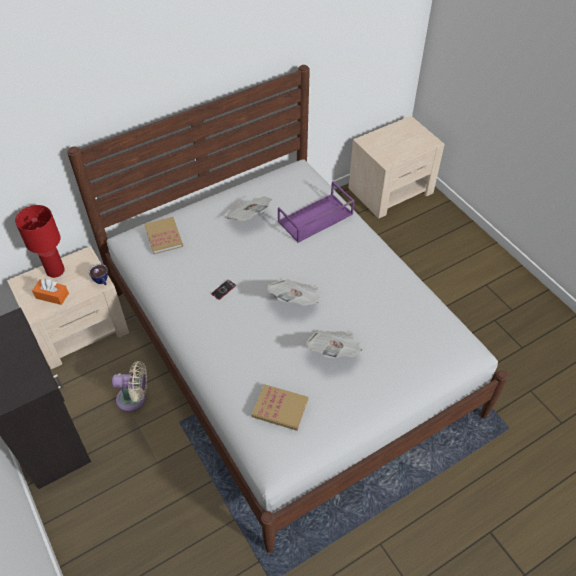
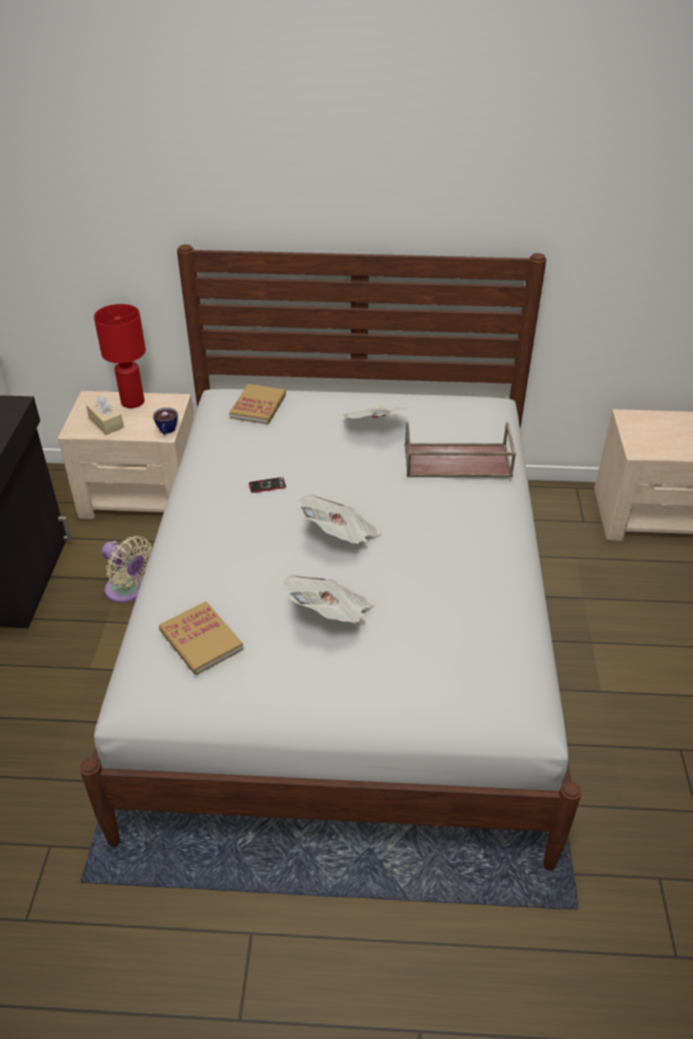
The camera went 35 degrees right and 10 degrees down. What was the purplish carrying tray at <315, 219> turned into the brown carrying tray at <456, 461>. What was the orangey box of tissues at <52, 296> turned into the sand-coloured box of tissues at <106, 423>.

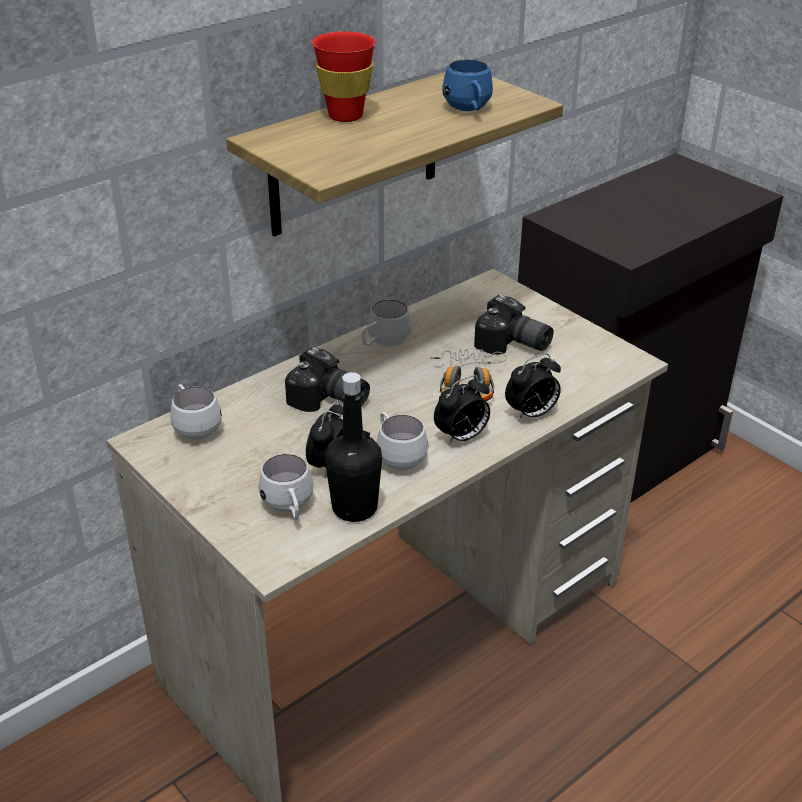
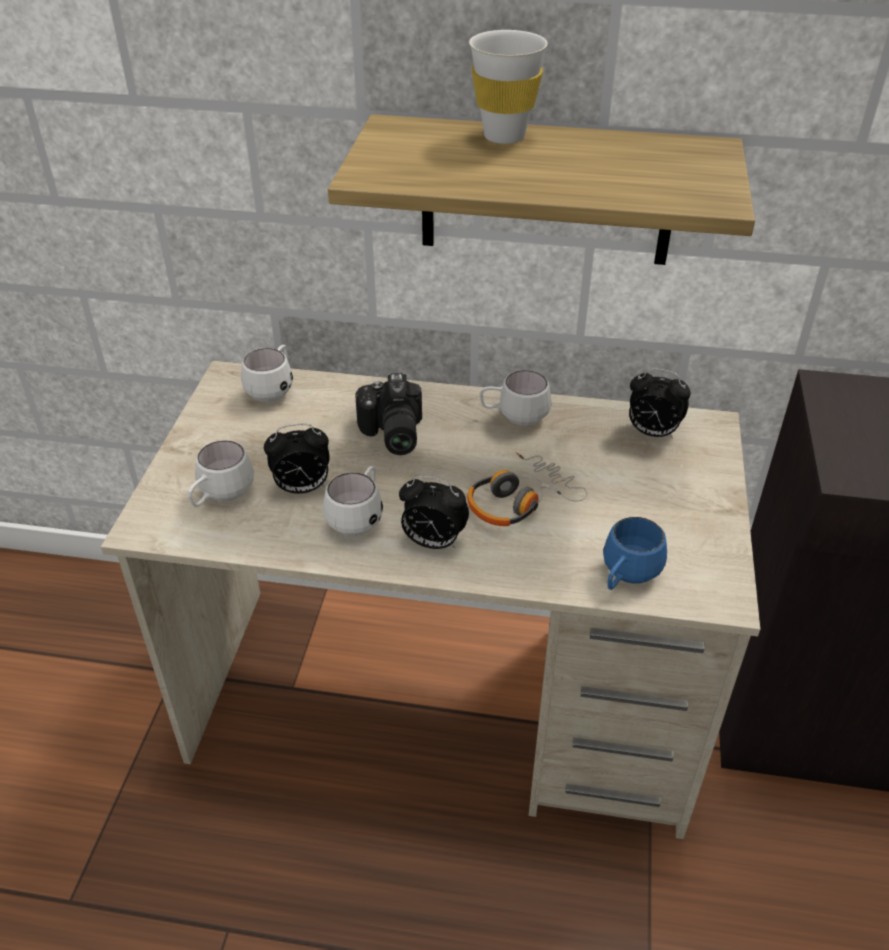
The camera went 50 degrees right and 5 degrees up. What was the red-coloured small cup at <345, 116> turned into the whitish small cup at <504, 136>. The bluish tea mug ended up elsewhere, having gone from <469, 110> to <626, 577>. The second view lost the photo camera at <512, 345>. The alarm clock ended up elsewhere, having gone from <531, 414> to <652, 433>. The second view lost the blackish bottle at <354, 508>.

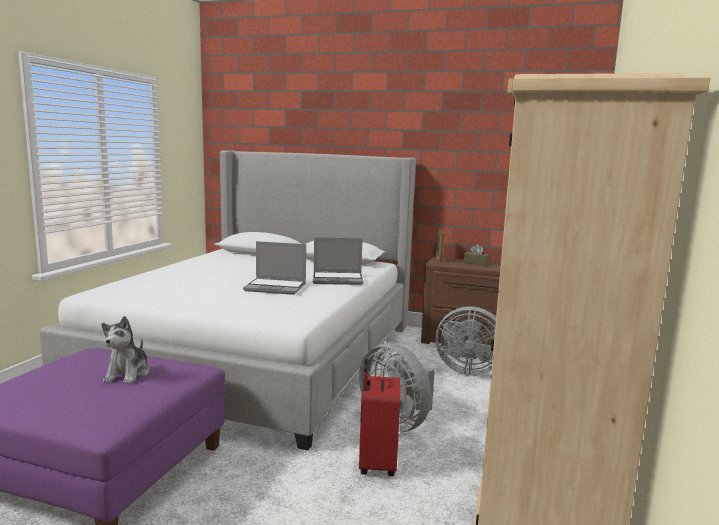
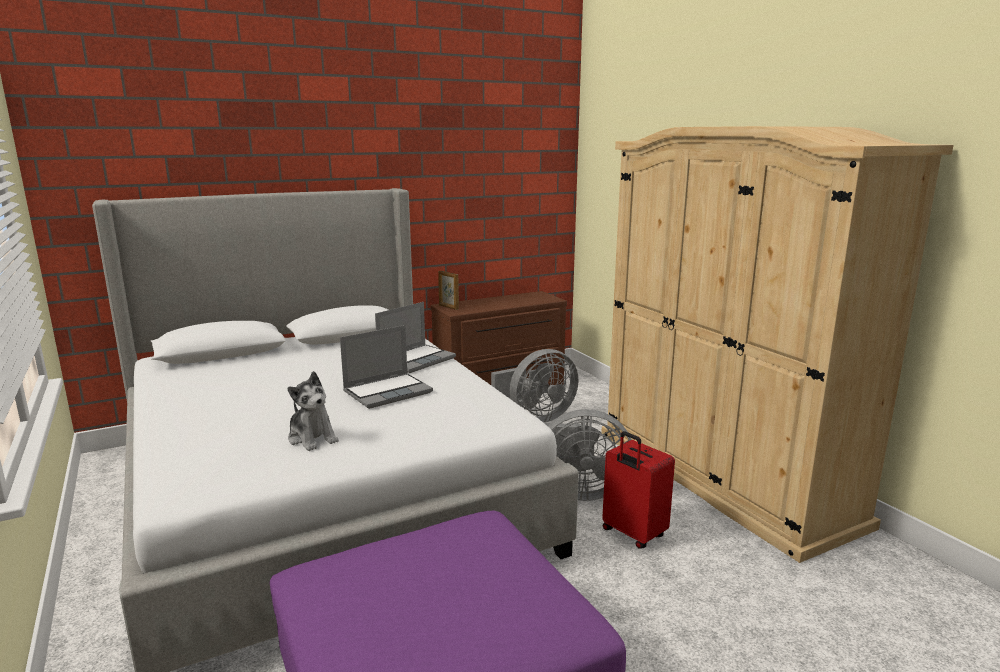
The camera went 45 degrees left and 5 degrees up. The second view lost the brown box of tissues at <476, 263>. The cuddly toy ended up elsewhere, having gone from <128, 374> to <312, 438>.

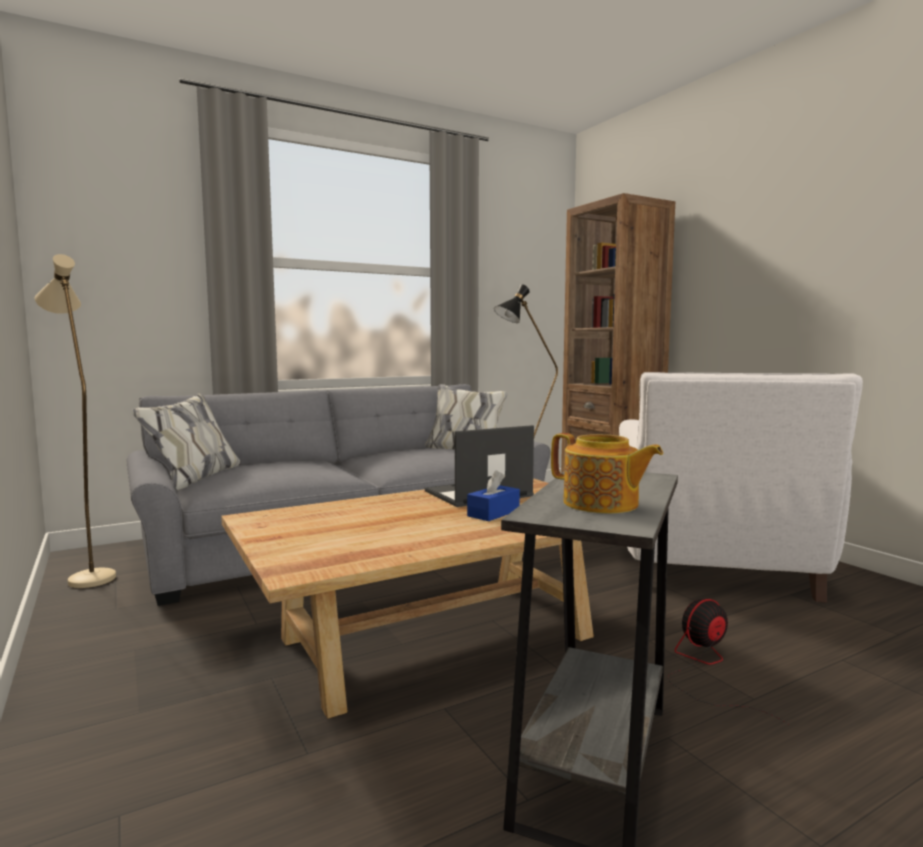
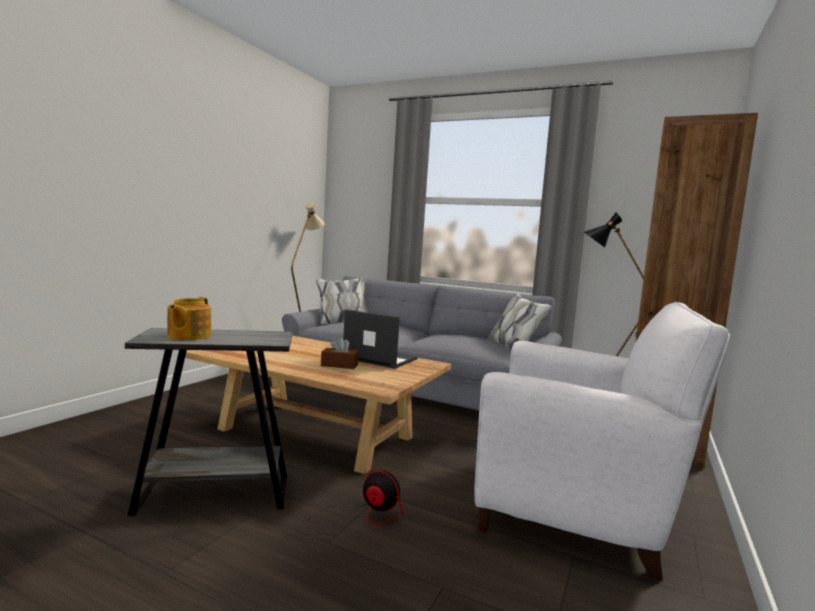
The camera went 55 degrees right and 0 degrees up. The whitish easy chair at <714, 569> ended up facing another way, 135 degrees counterclockwise from before. What was the bluish box of tissues at <493, 513> turned into the brown box of tissues at <339, 365>.

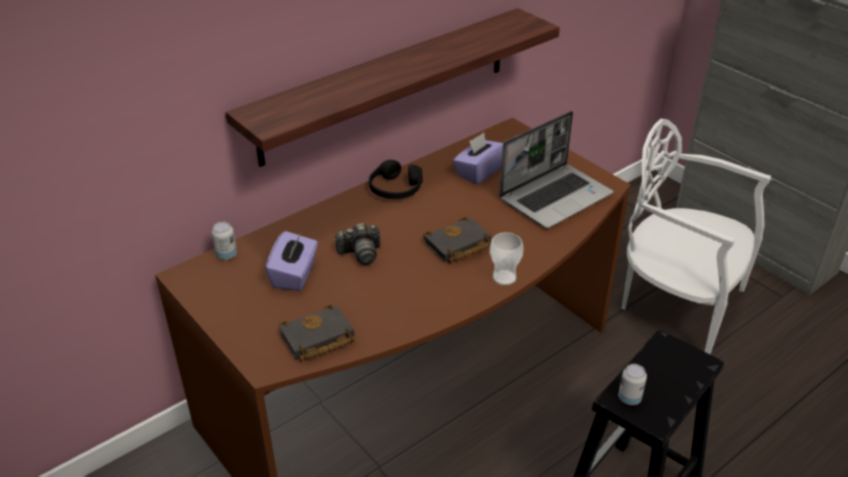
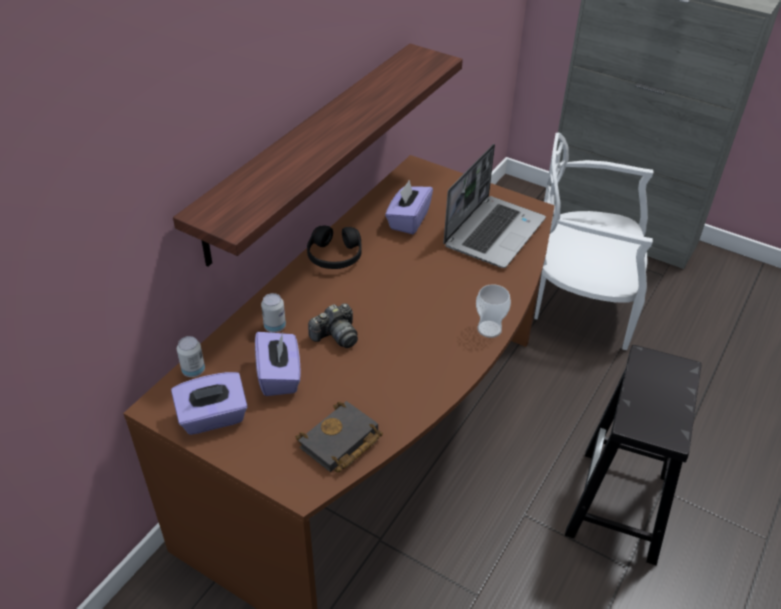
The camera went 20 degrees left and 5 degrees up. The second view lost the blackish bound book at <457, 246>. The sealed can ended up elsewhere, having gone from <629, 398> to <275, 327>. The second view gained the purplish box of tissues at <213, 418>.

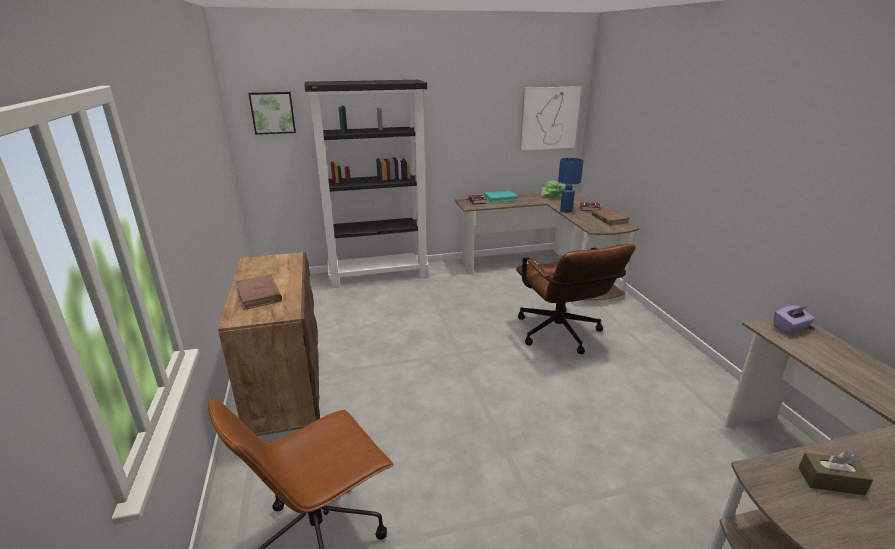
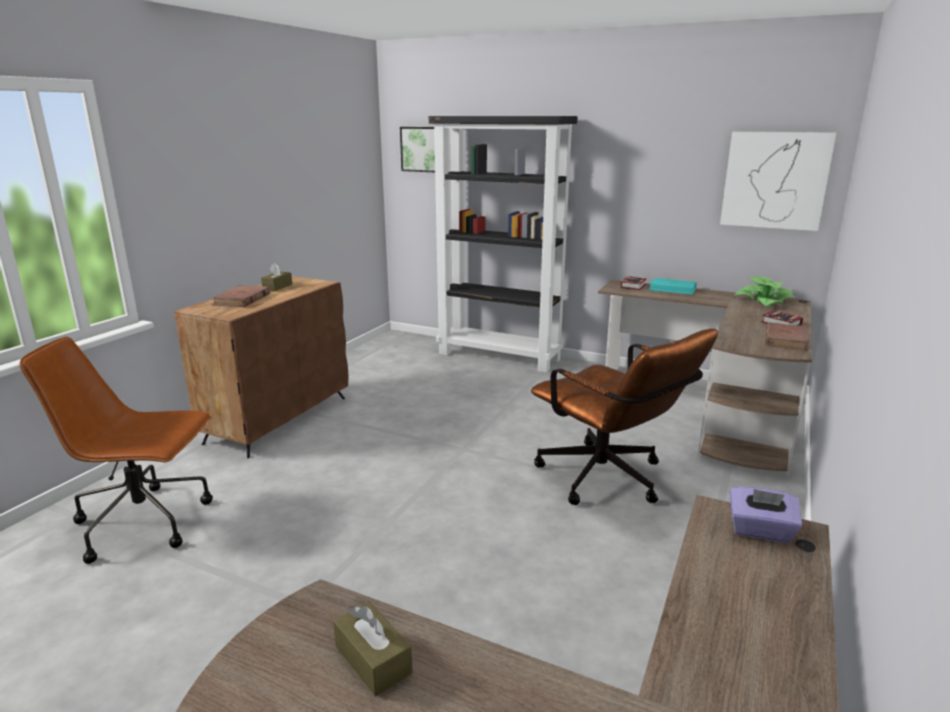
The camera went 40 degrees right and 5 degrees down. The second view lost the bluish table lamp at <566, 211>. The brown computer chair at <561, 336> ended up facing another way, 60 degrees counterclockwise from before. The second view gained the brown box of tissues at <277, 287>.

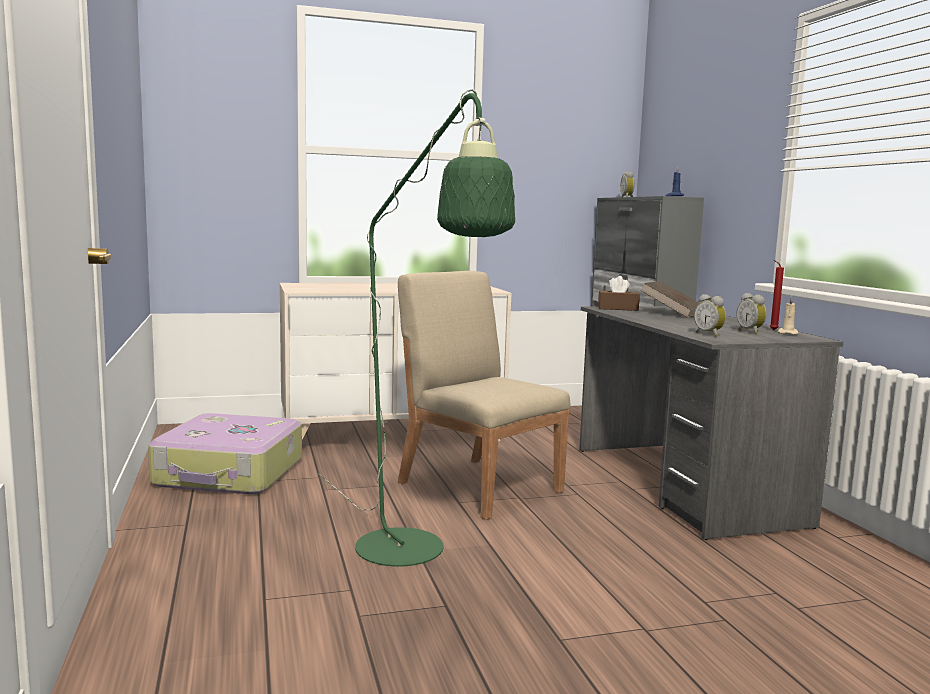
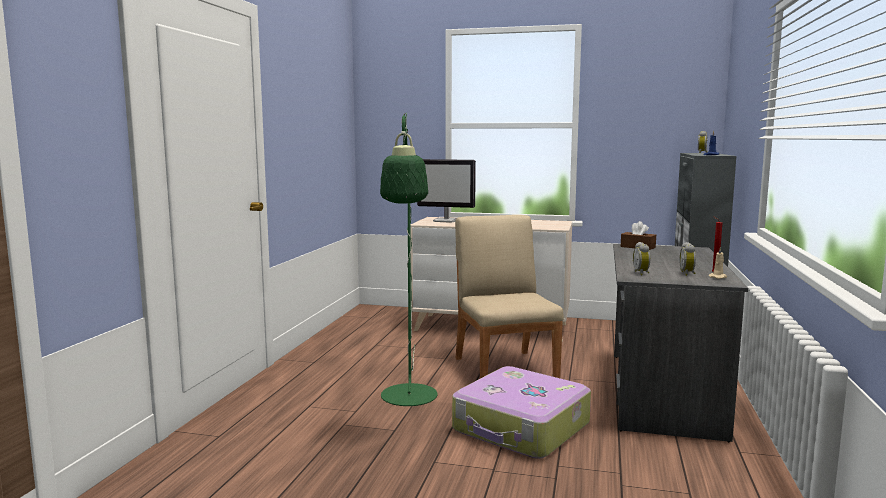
The camera went 30 degrees right and 0 degrees up. The second view lost the brown bound book at <672, 313>. The piece of luggage ended up elsewhere, having gone from <230, 473> to <521, 428>. The second view gained the monitor at <446, 221>.

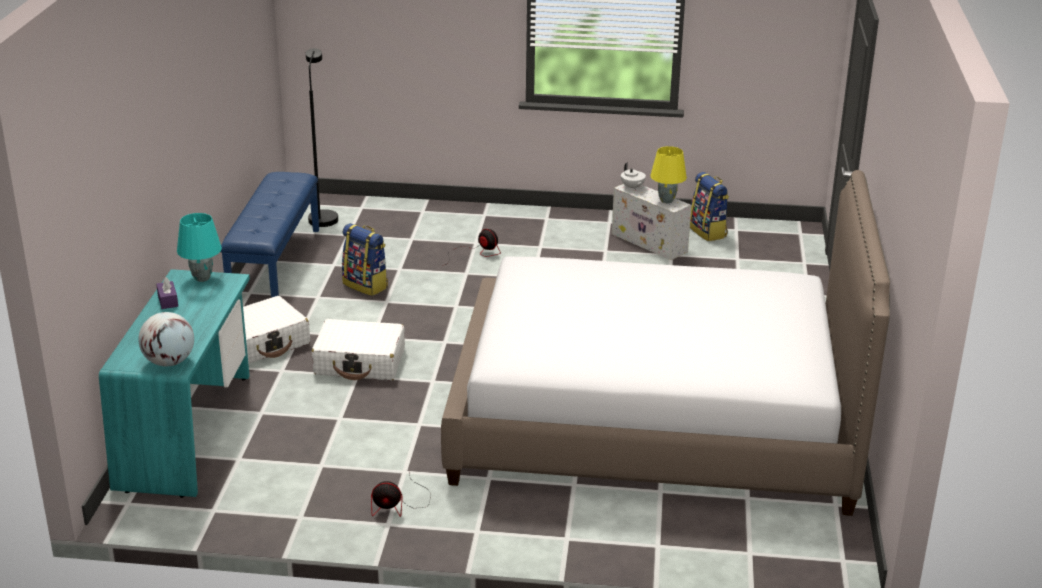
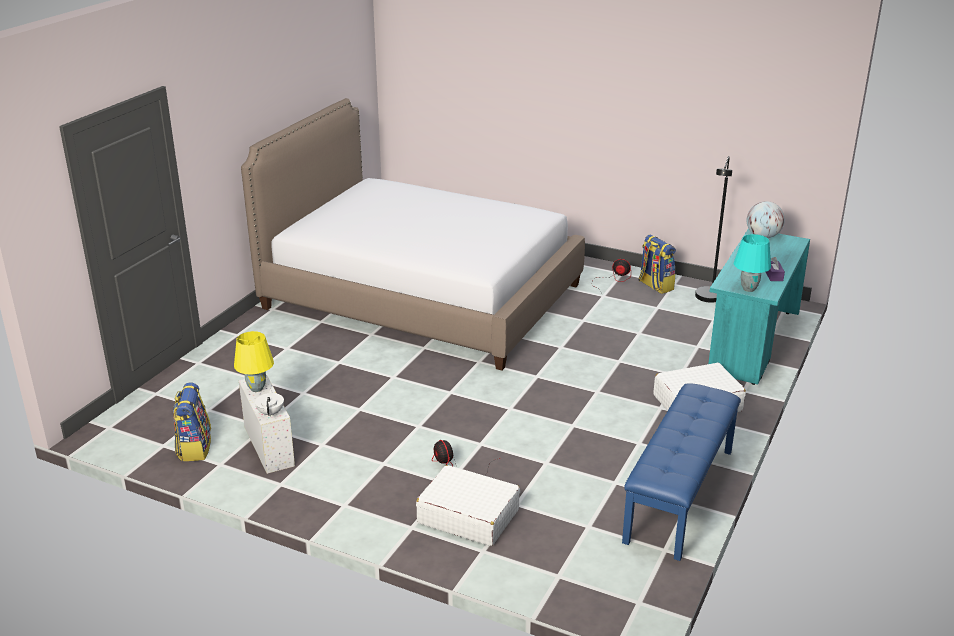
The camera went 160 degrees left and 0 degrees up. The blackish standing lamp ended up elsewhere, having gone from <323, 216> to <708, 300>. The knapsack ended up elsewhere, having gone from <366, 285> to <655, 286>. The whitish piece of luggage ended up elsewhere, having gone from <360, 362> to <468, 516>.

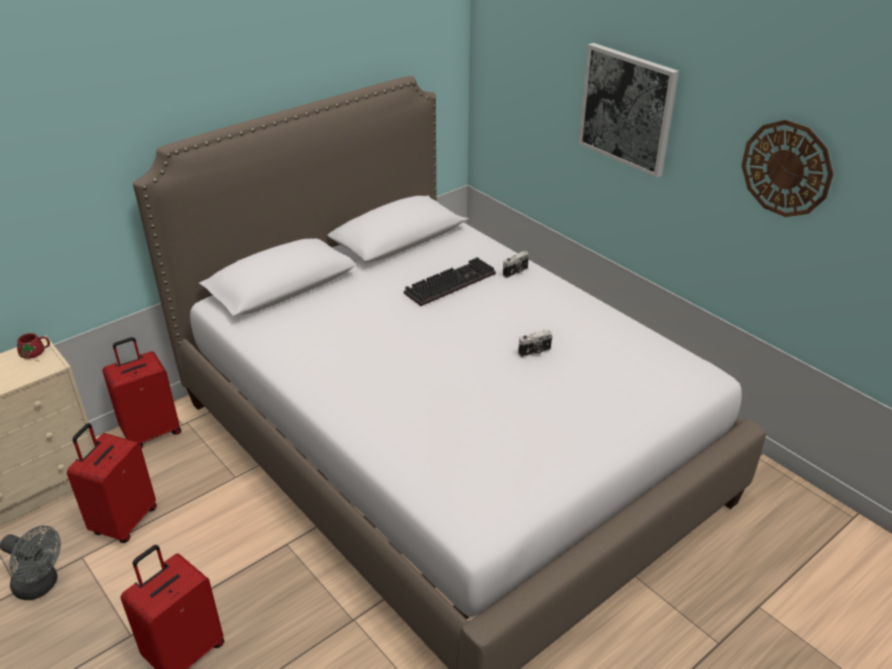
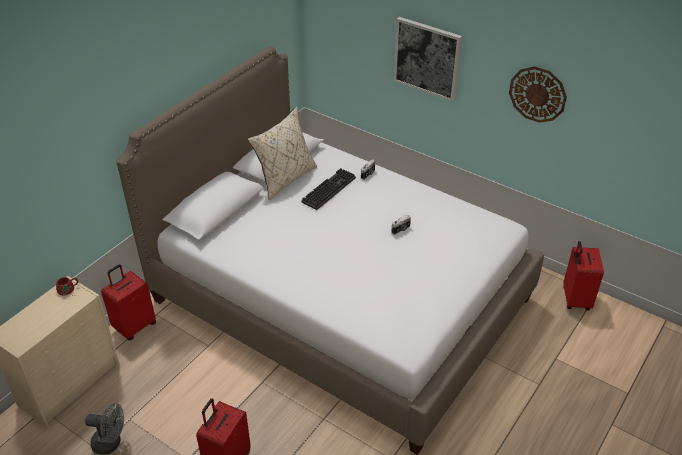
The camera went 15 degrees left and 5 degrees up. The red-coloured piece of luggage ended up elsewhere, having gone from <124, 521> to <575, 299>. The second view gained the sand-coloured cushion at <285, 179>.

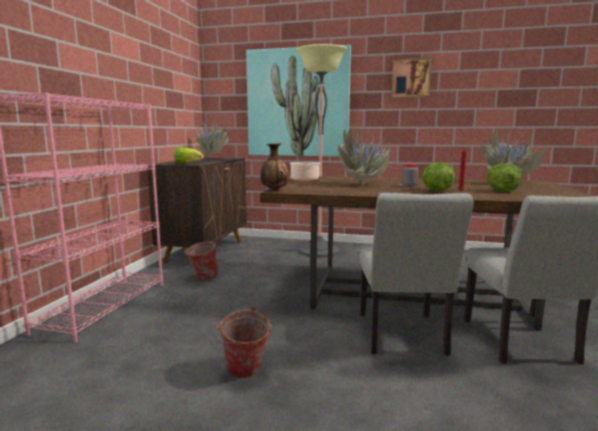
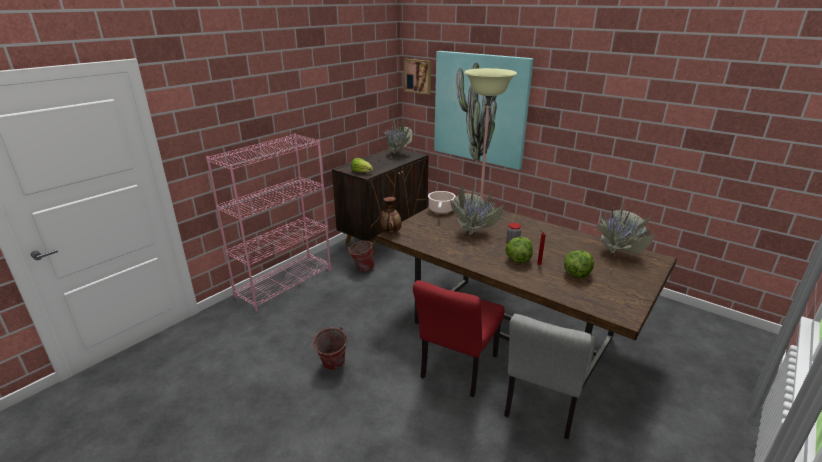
The camera went 25 degrees right and 15 degrees up. The wall art ended up elsewhere, having gone from <411, 78> to <418, 76>. What was the greyish upright chair at <402, 337> turned into the red-coloured upright chair at <456, 370>.

